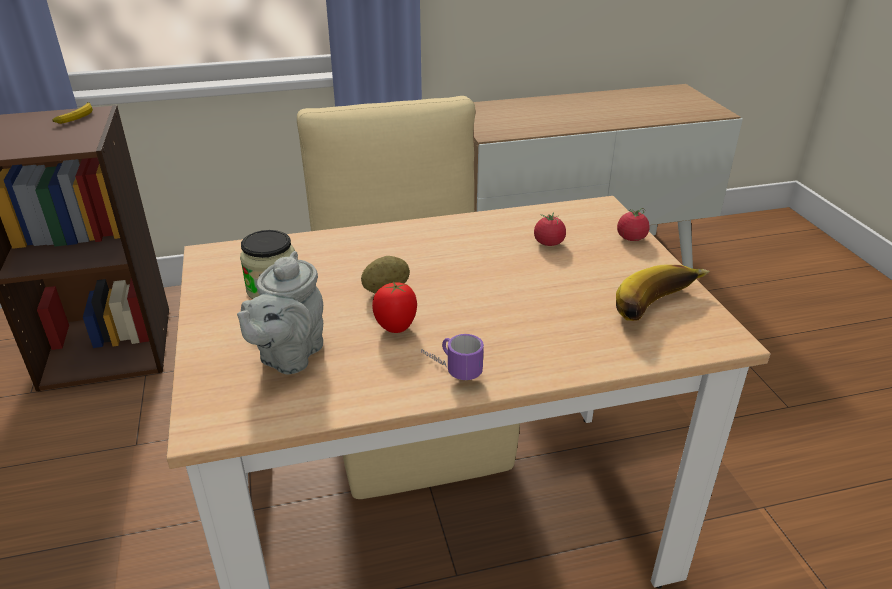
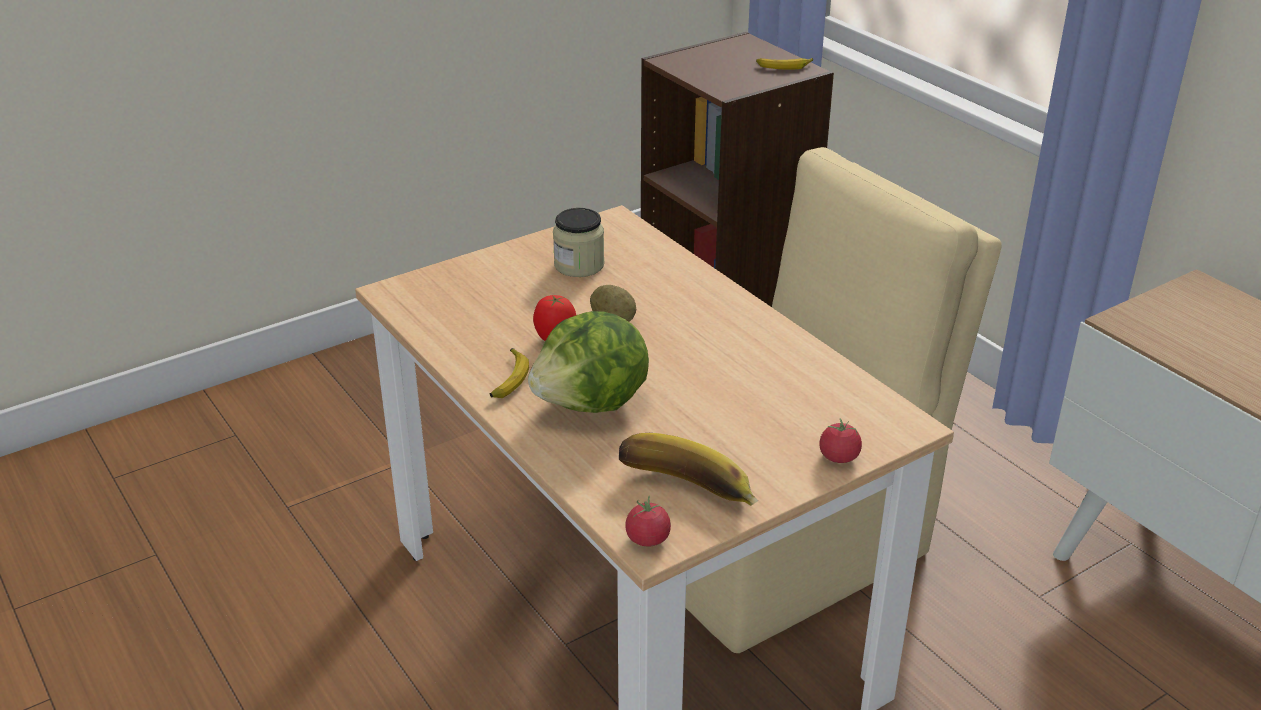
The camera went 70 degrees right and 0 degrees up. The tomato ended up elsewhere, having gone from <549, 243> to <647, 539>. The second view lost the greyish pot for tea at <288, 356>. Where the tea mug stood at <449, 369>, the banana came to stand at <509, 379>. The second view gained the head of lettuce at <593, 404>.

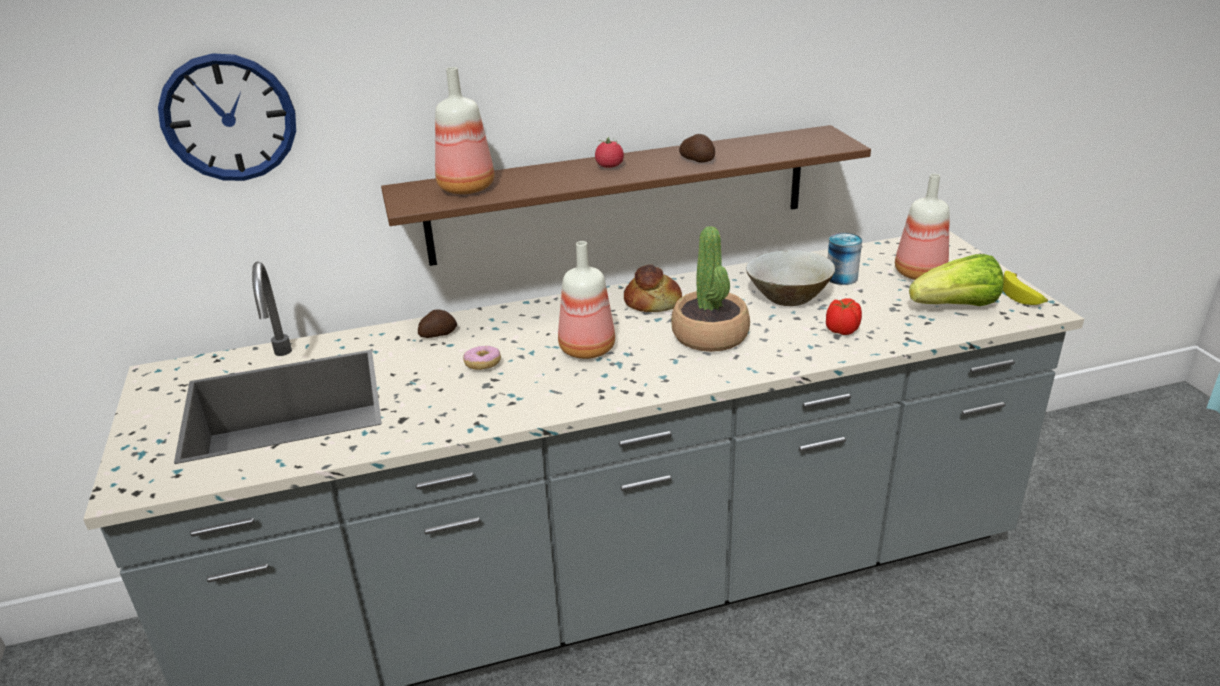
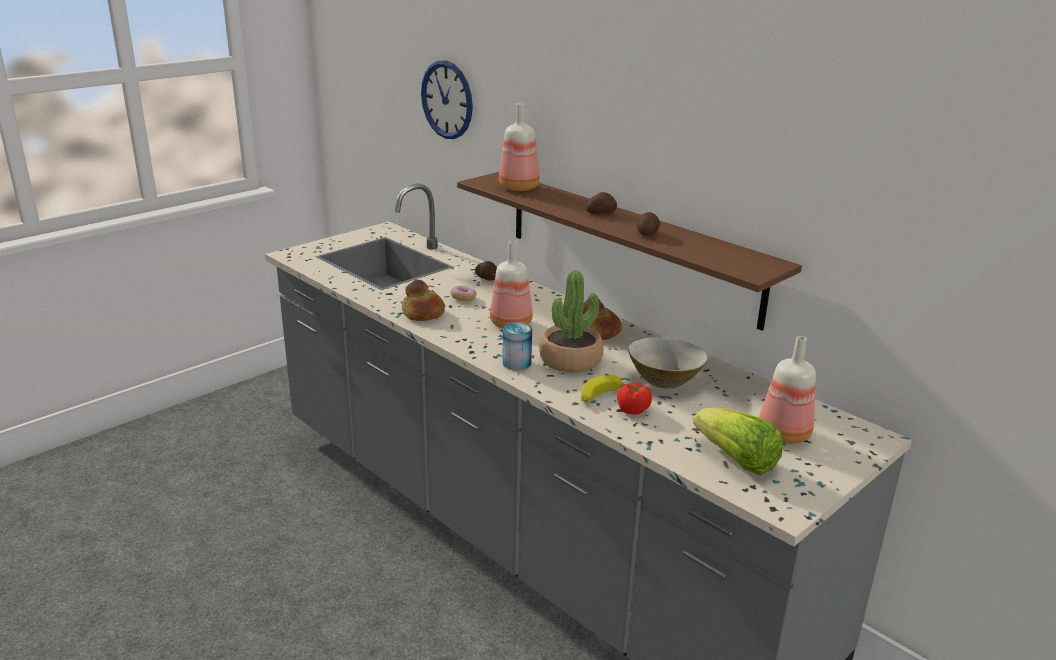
The camera went 60 degrees right and 5 degrees down. Where the tomato stood at <609, 166>, the spud came to stand at <600, 212>. The sealed can ended up elsewhere, having gone from <841, 277> to <517, 363>. The banana ended up elsewhere, having gone from <1022, 295> to <600, 397>. The second view gained the baked bread at <424, 313>.

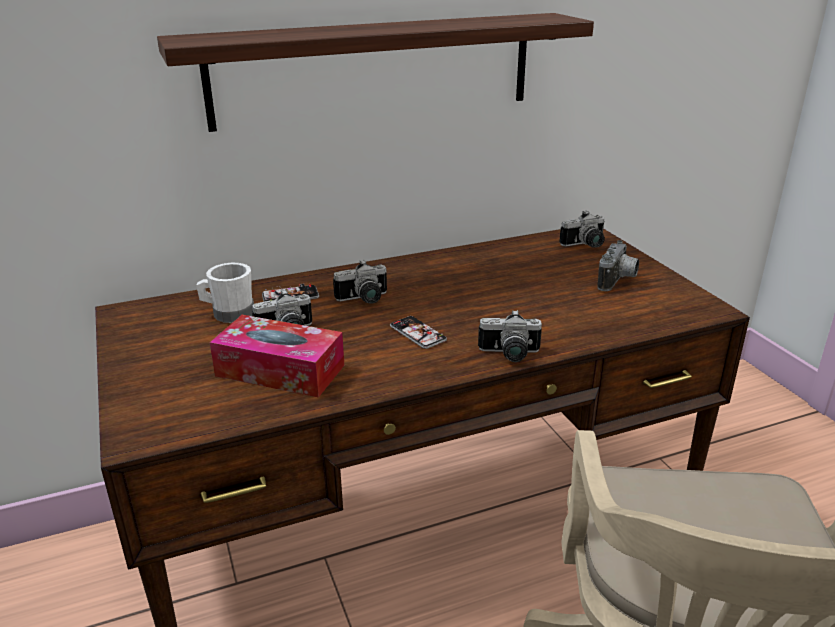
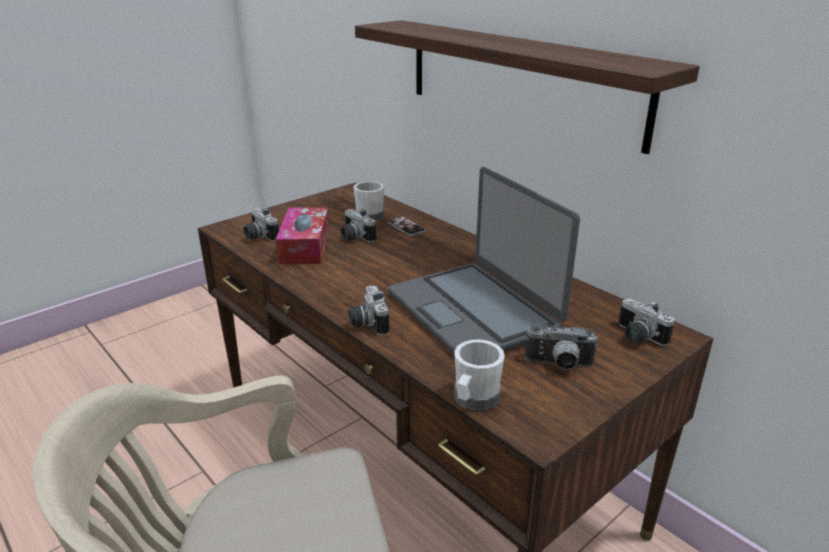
The camera went 70 degrees right and 0 degrees up. The photo camera ended up elsewhere, having gone from <364, 299> to <259, 236>. The second view lost the phone at <417, 333>. The second view gained the notebook computer at <474, 311>. The second view gained the whitish tea mug at <474, 400>.

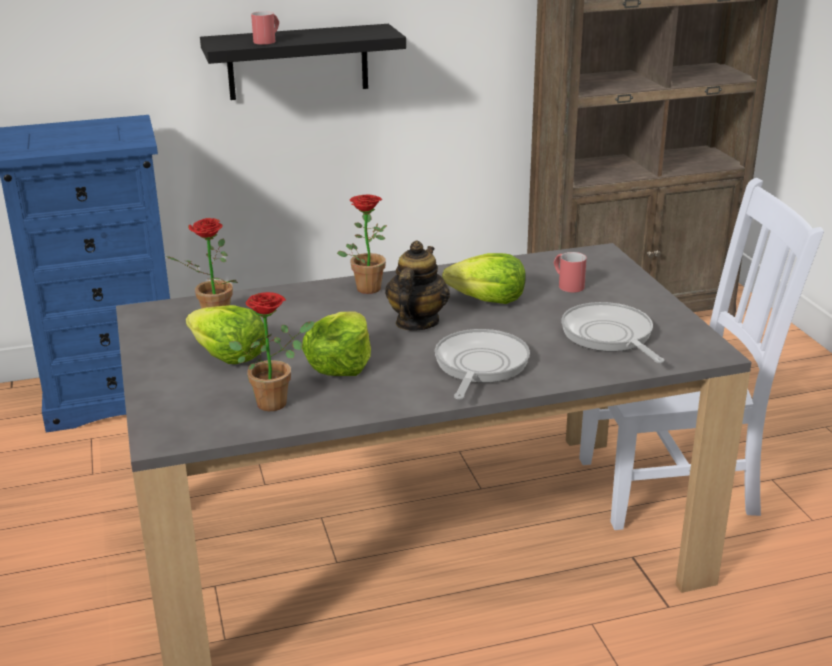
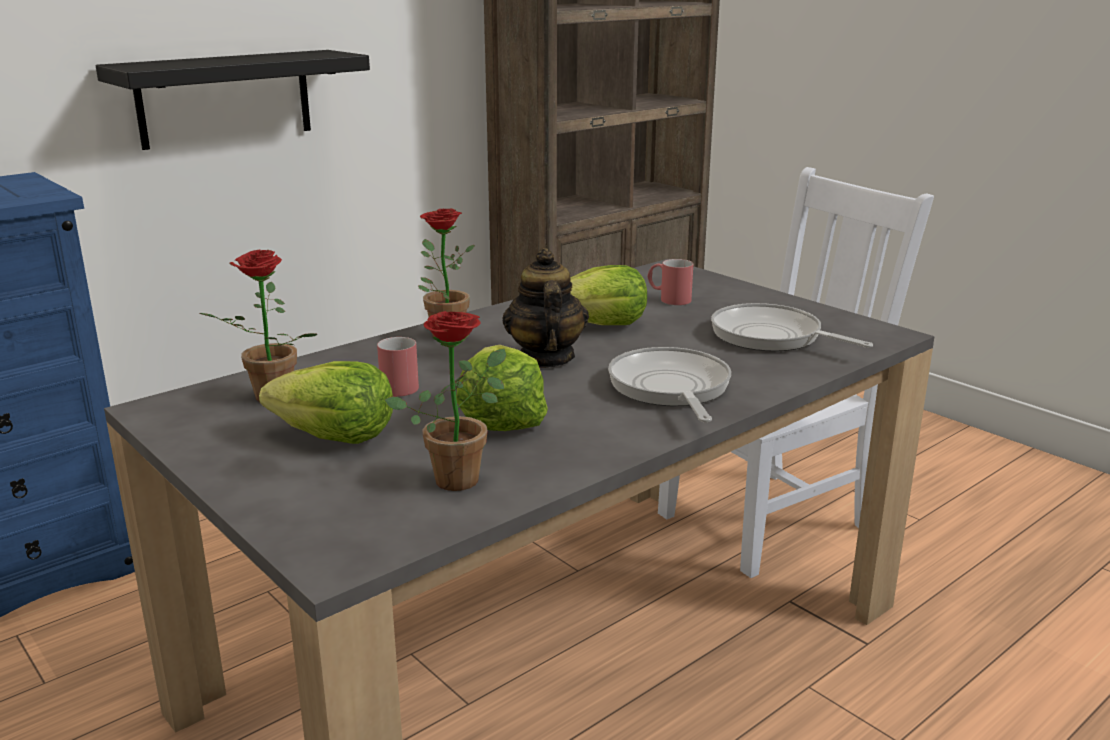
The camera went 25 degrees left and 5 degrees down. The red-coloured tea mug ended up elsewhere, having gone from <268, 41> to <402, 385>.

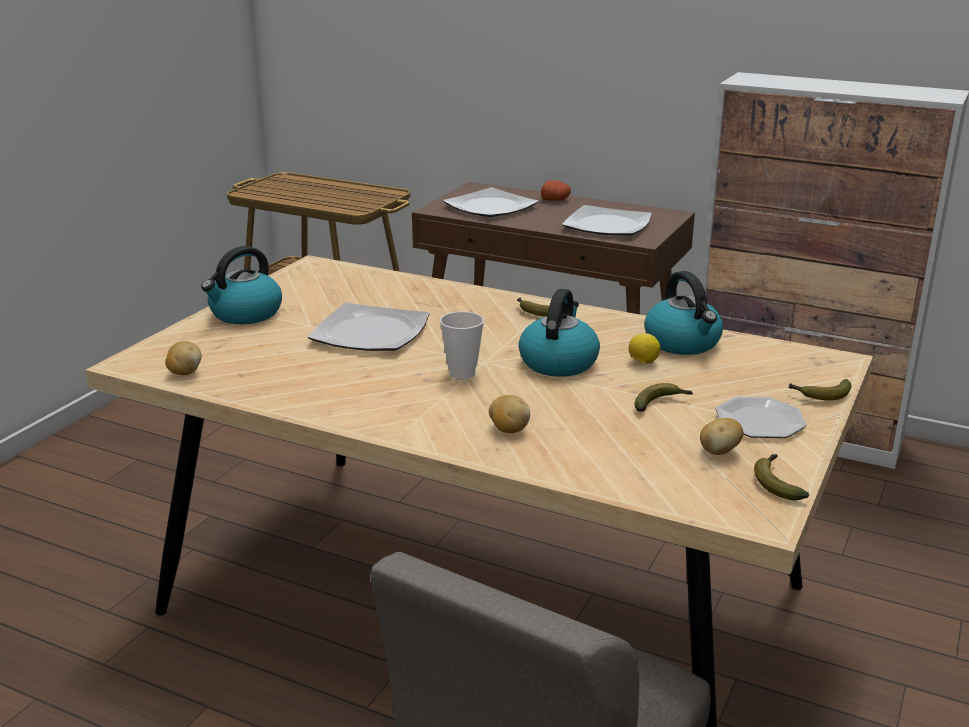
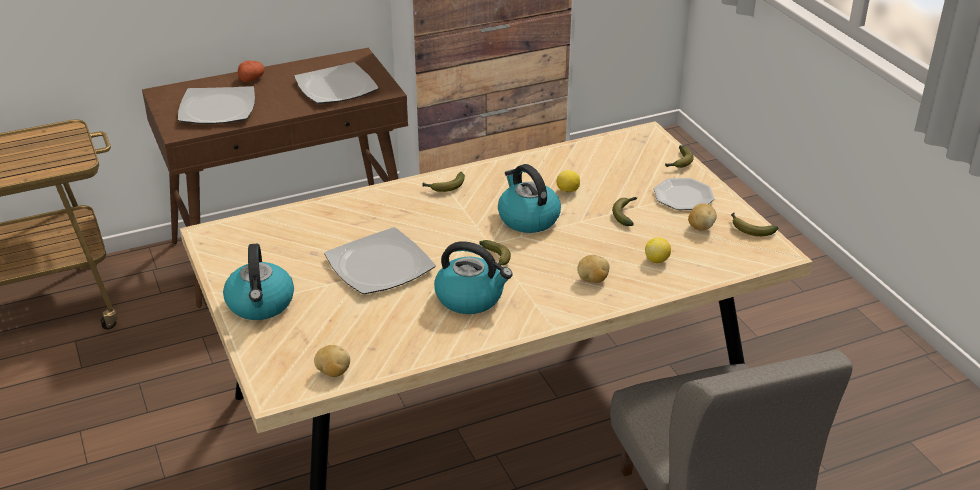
The camera went 50 degrees left and 10 degrees up. The water kettle ended up elsewhere, having gone from <683, 343> to <470, 298>. Where the small cup stood at <462, 373>, the banana came to stand at <495, 259>. The second view gained the whole lemon at <657, 260>.

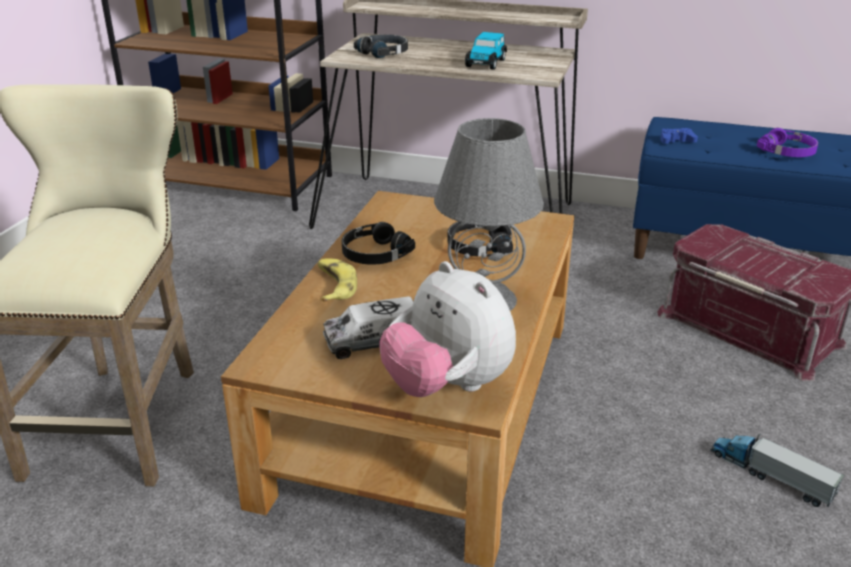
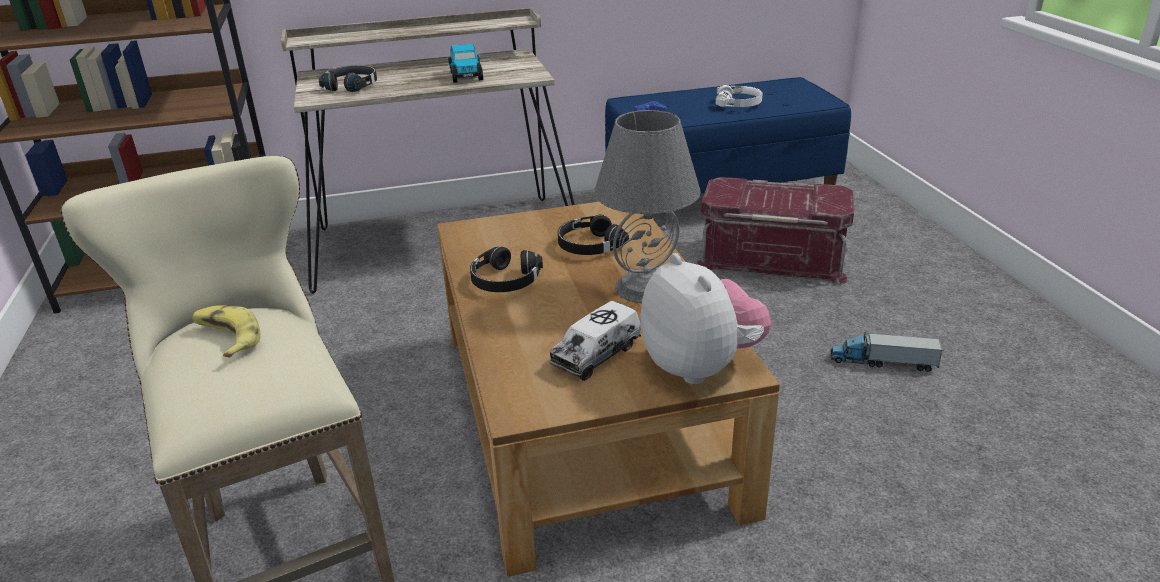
The camera went 30 degrees left and 0 degrees up. What was the purplish headphones at <787, 152> turned into the whitish headphones at <738, 103>. The banana ended up elsewhere, having gone from <334, 286> to <227, 338>. The cuddly toy at <447, 386> ended up facing another way, 135 degrees counterclockwise from before.

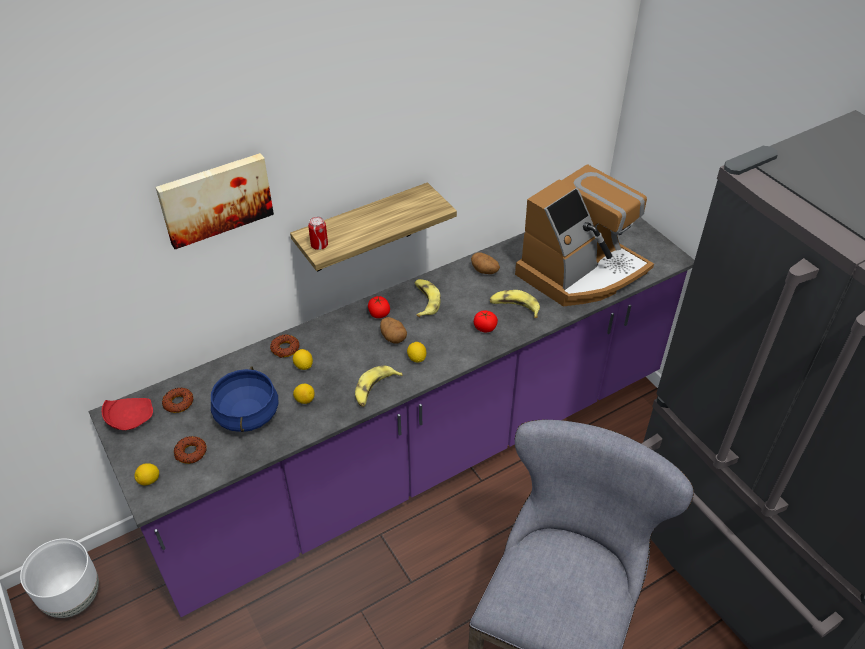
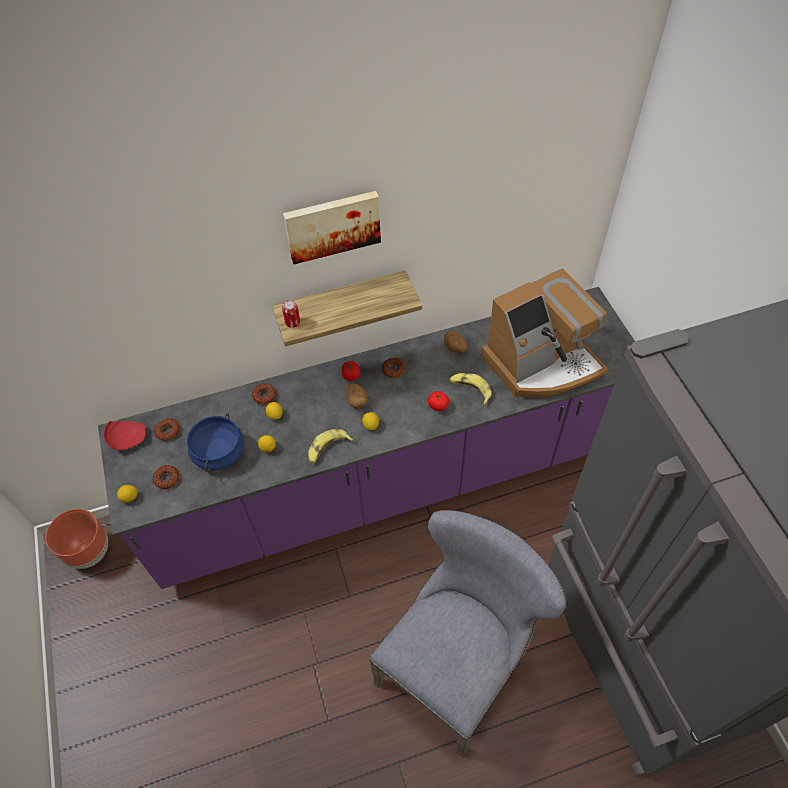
The camera went 15 degrees right and 10 degrees up. The wall art ended up elsewhere, having gone from <215, 198> to <332, 225>. Where the banana stood at <425, 301>, the ring doughnut came to stand at <393, 369>. What was the whitish plant pot at <73, 597> turned into the brown plant pot at <90, 551>.

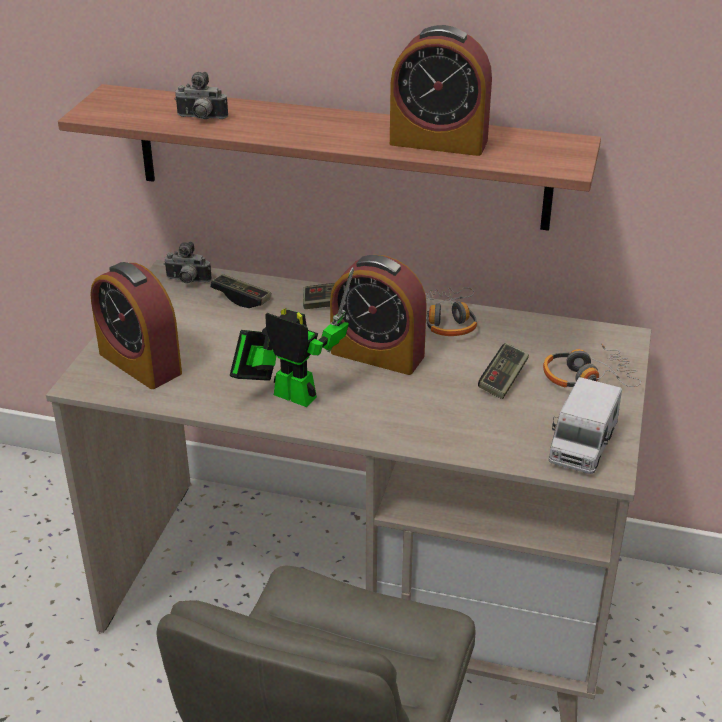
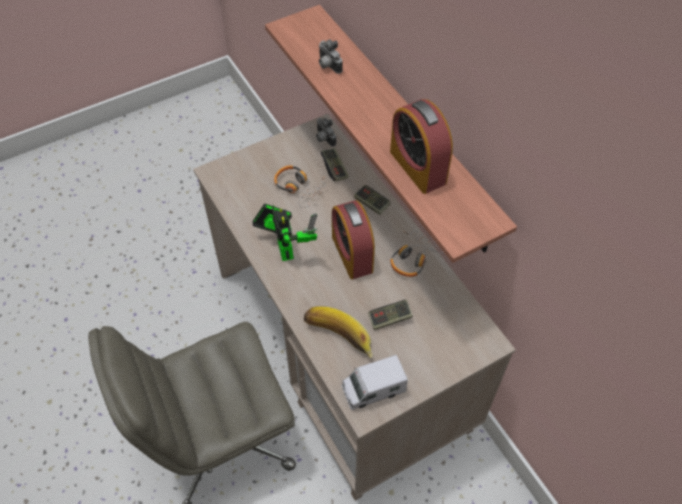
The camera went 45 degrees right and 20 degrees up. The second view lost the alarm clock at <140, 363>. The headphones ended up elsewhere, having gone from <587, 377> to <299, 188>. The second view gained the banana at <337, 340>.

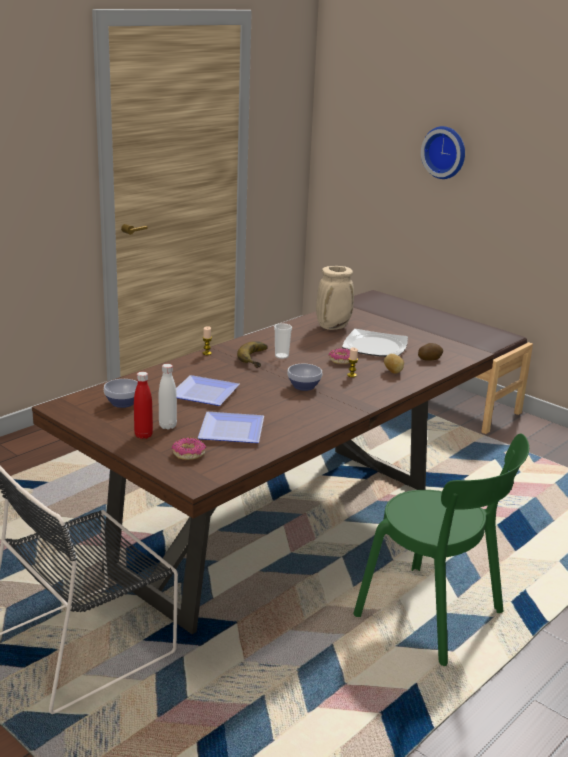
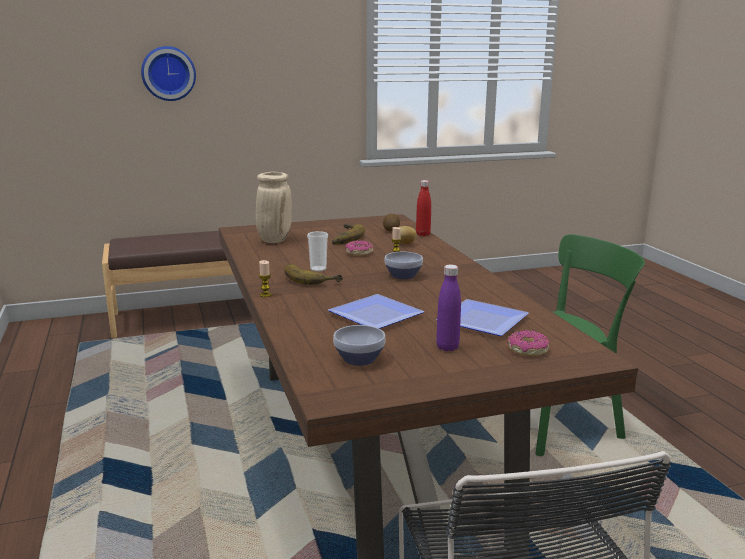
The camera went 60 degrees left and 5 degrees down. Where the dinner plate stood at <375, 347>, the banana came to stand at <343, 238>. What was the whitish bottle at <167, 426> turned into the purplish bottle at <447, 347>. The red-coloured bottle ended up elsewhere, having gone from <143, 435> to <423, 234>.

